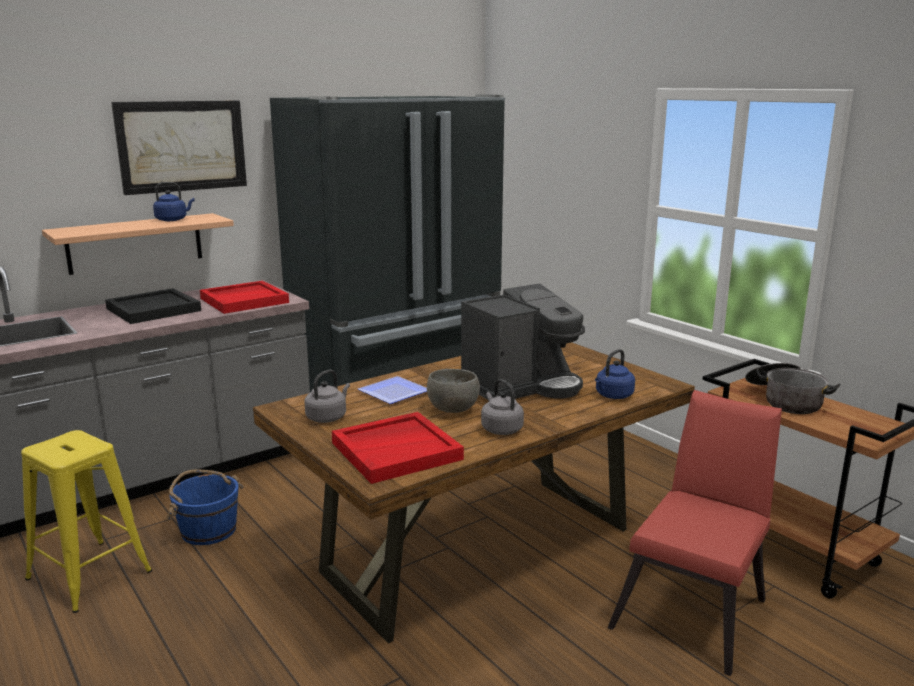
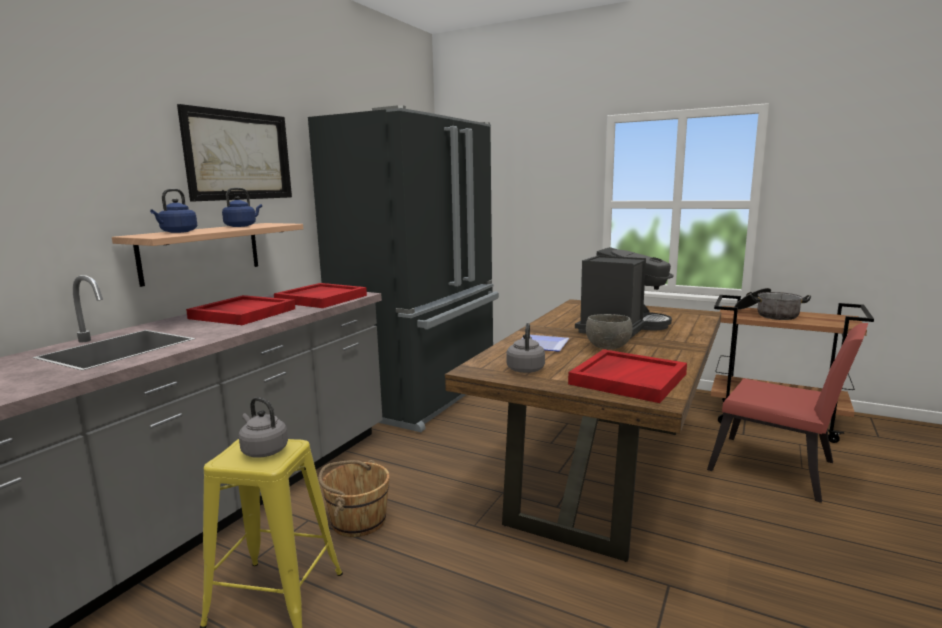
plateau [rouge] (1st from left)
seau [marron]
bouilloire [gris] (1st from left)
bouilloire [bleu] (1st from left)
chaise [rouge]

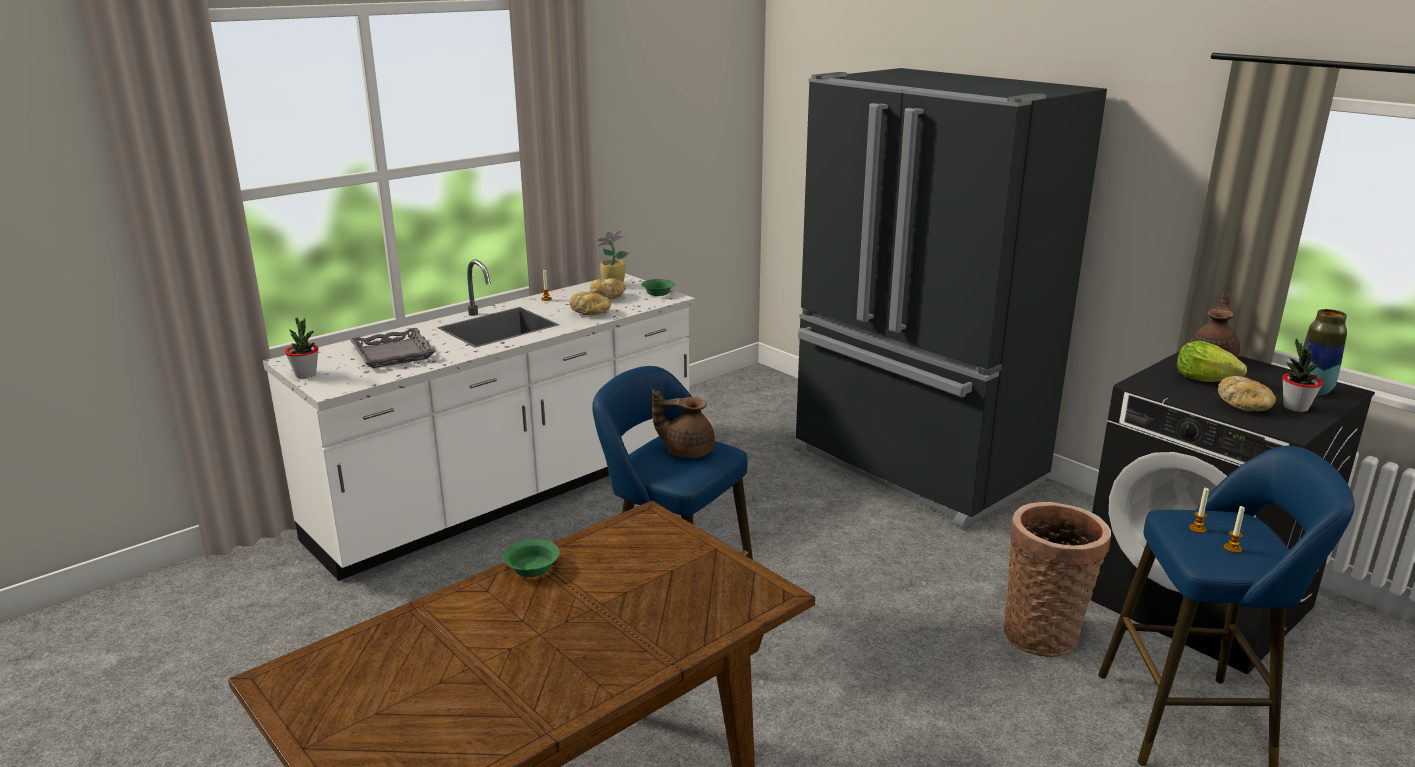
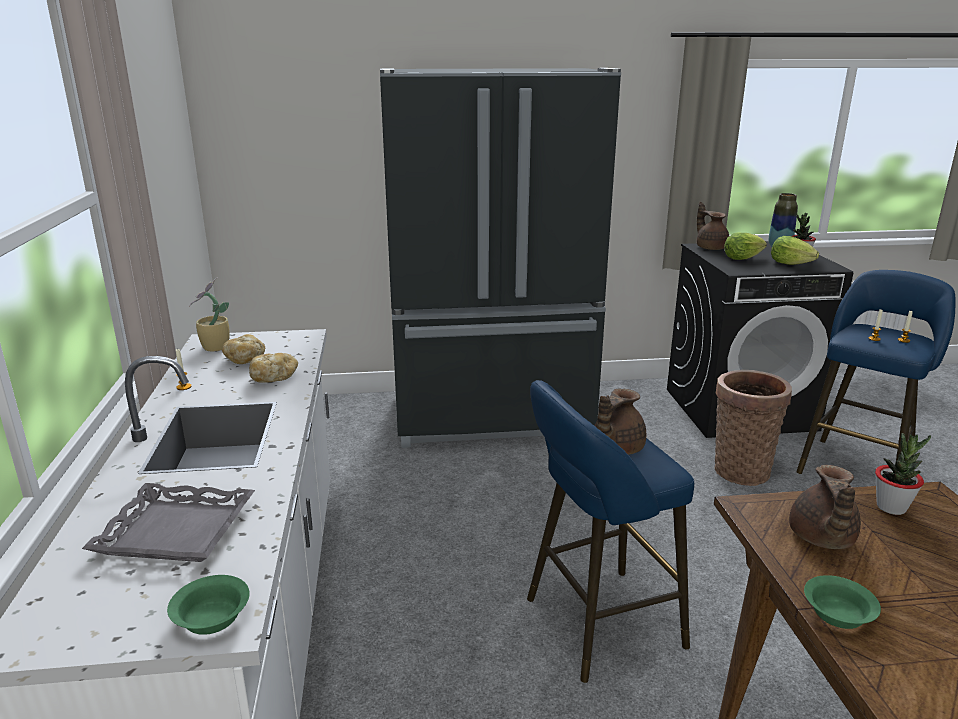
plante en pot (3rd from left)
bol [vert] (1st from left)
laitue (2nd from left)
théière [marron] (3rd from left)

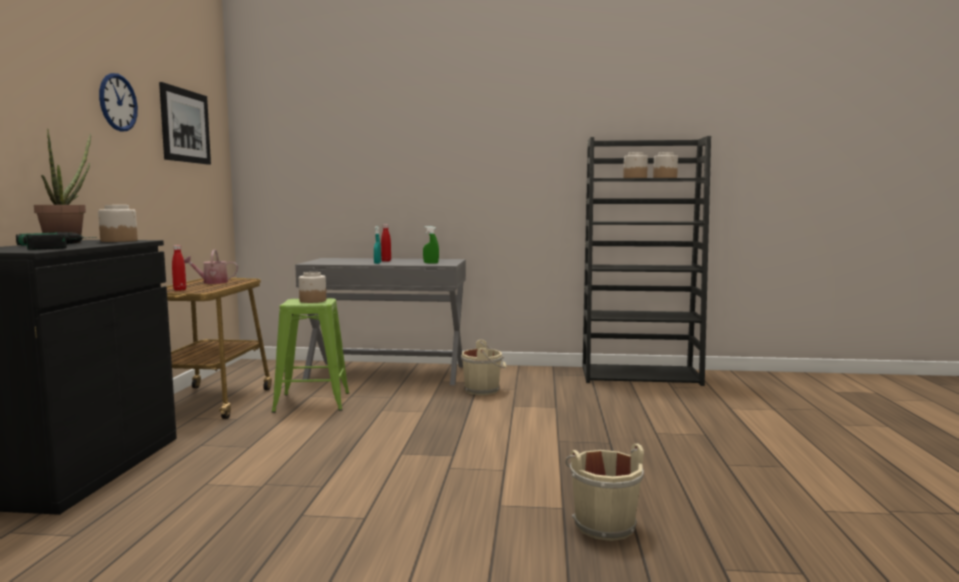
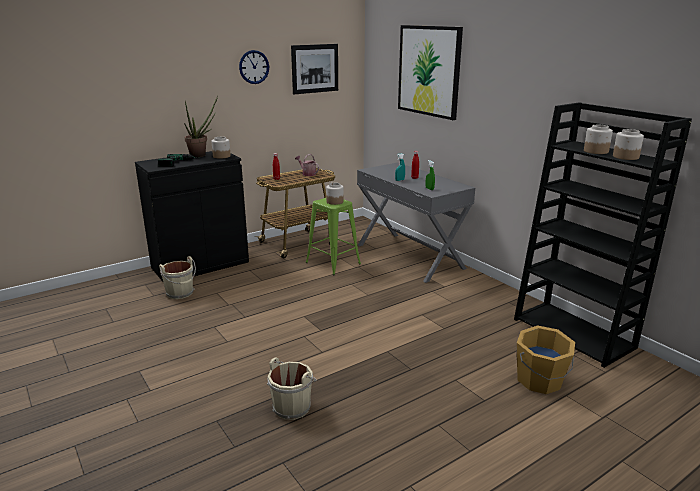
seau [beige] (1st from left)
tableau (2nd from left)
seau [orange]

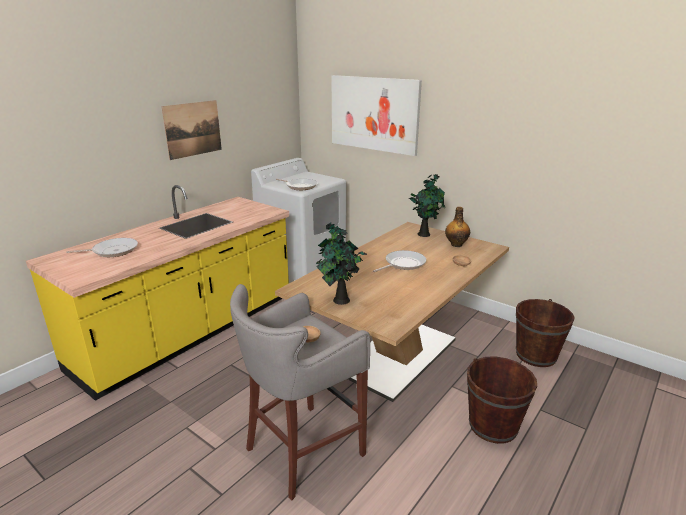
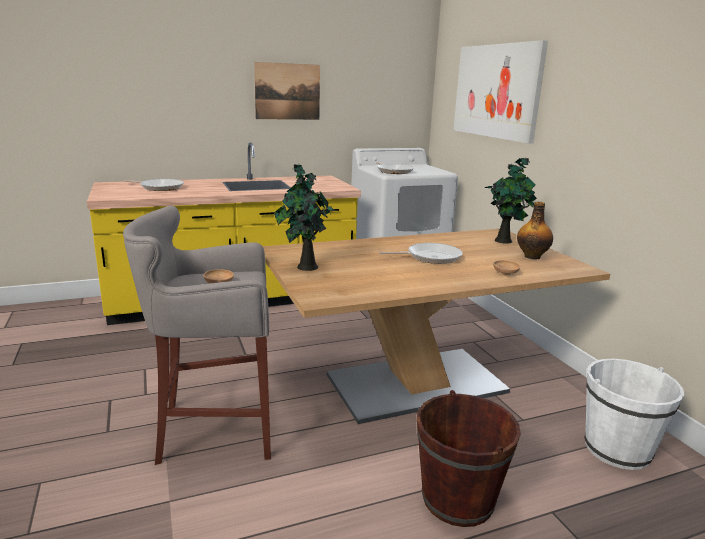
seau [blanc]

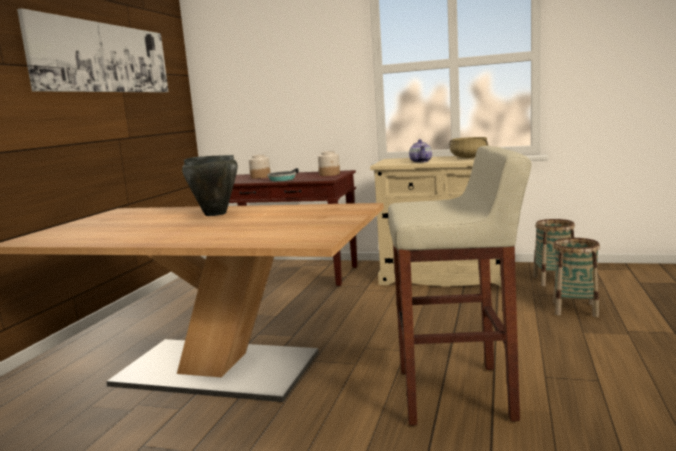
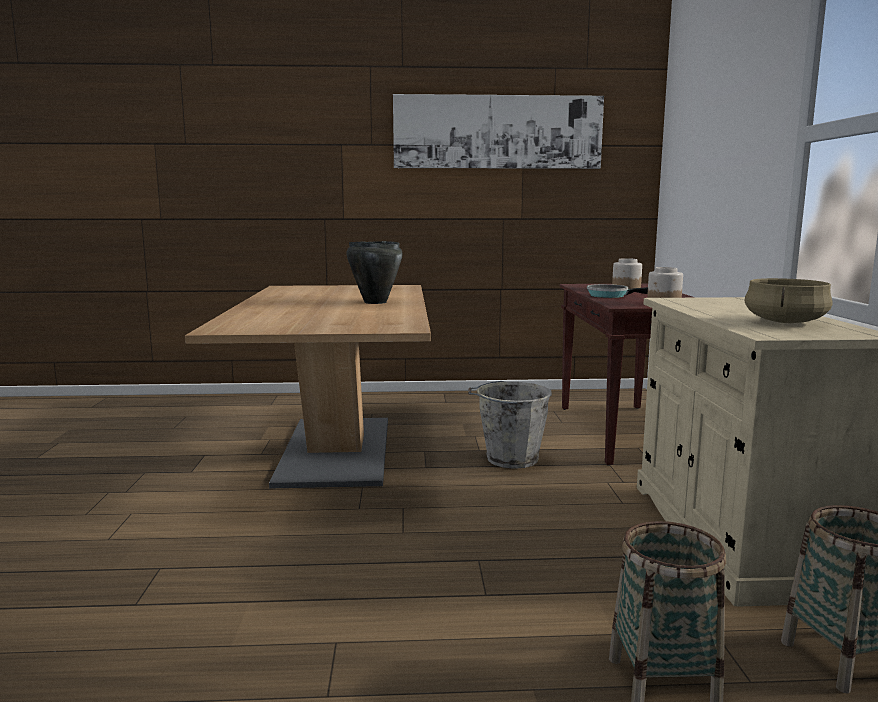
tabouret [beige]
théière
seau [gris]

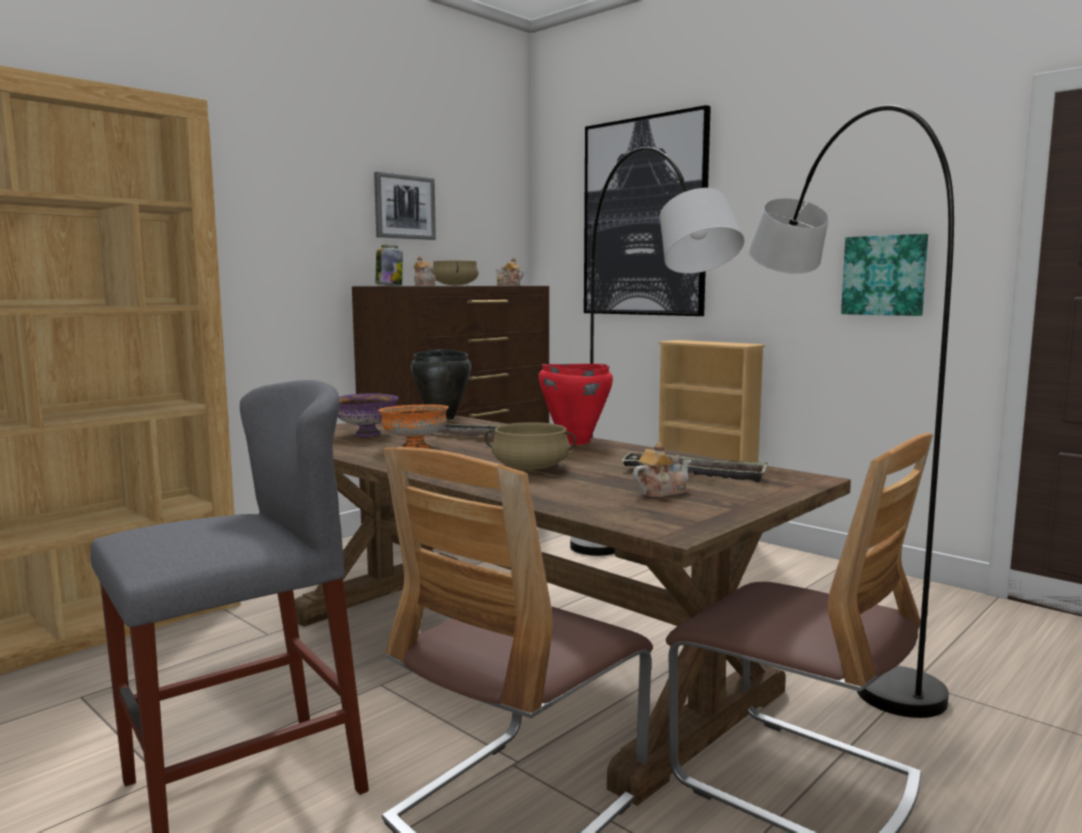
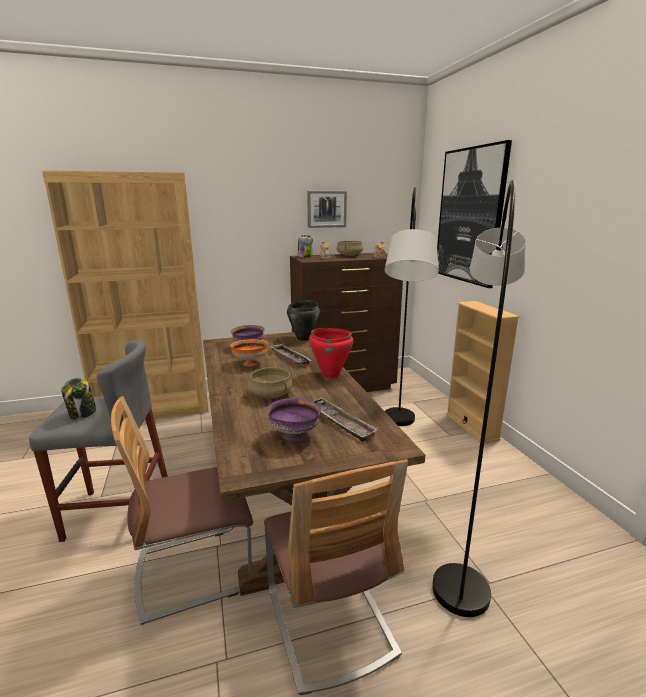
bol [violet] (2nd from left)
tableau (3rd from left in the first image)
bocal (1st from left)

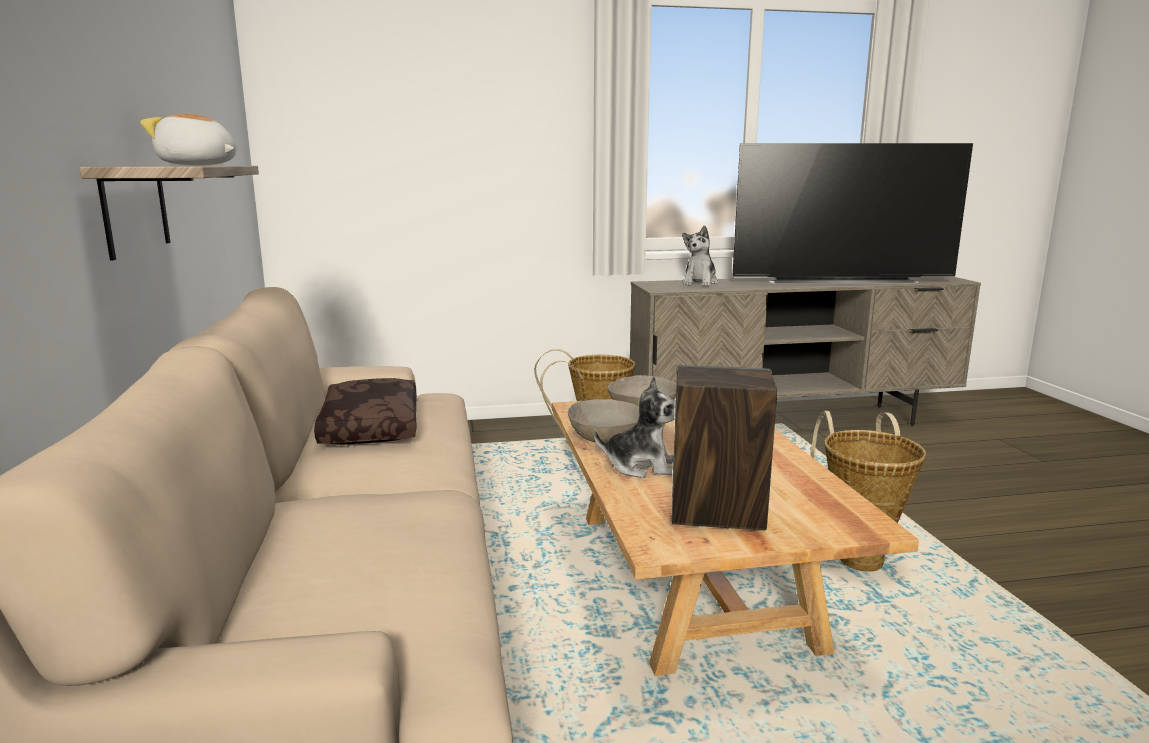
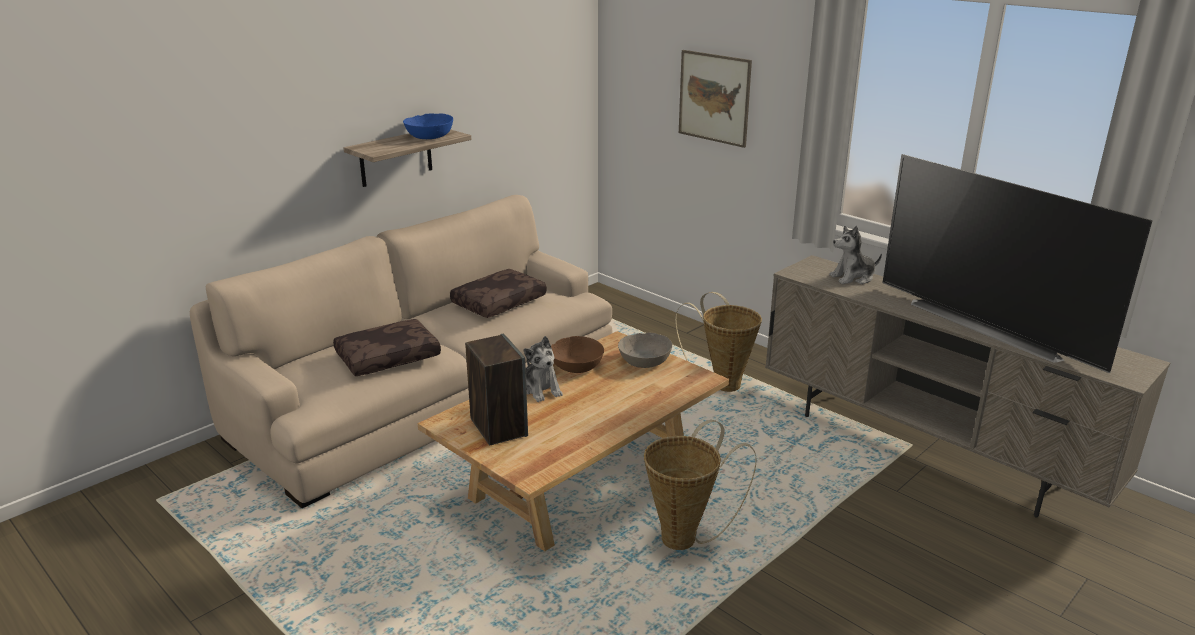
bol [bleu]
bol [marron]
coussin [marron] (1st from left)
tableau

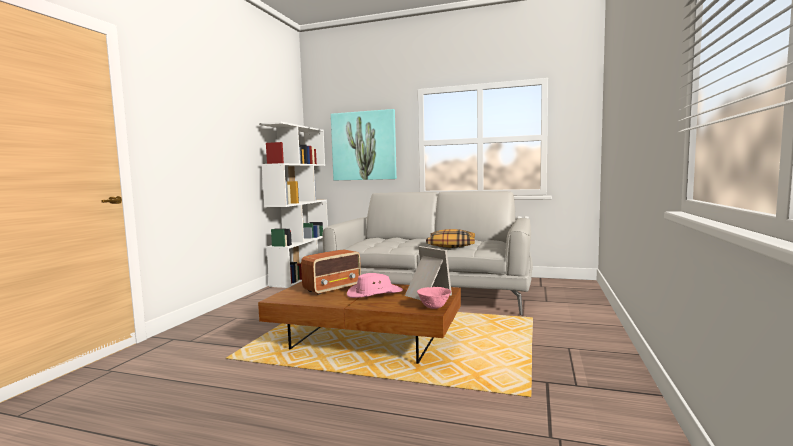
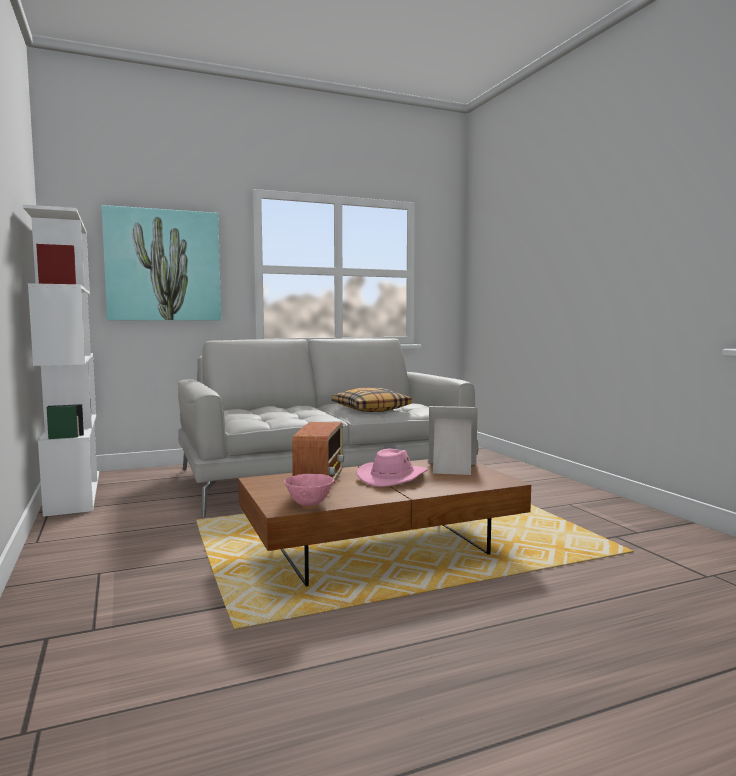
bol [rose]

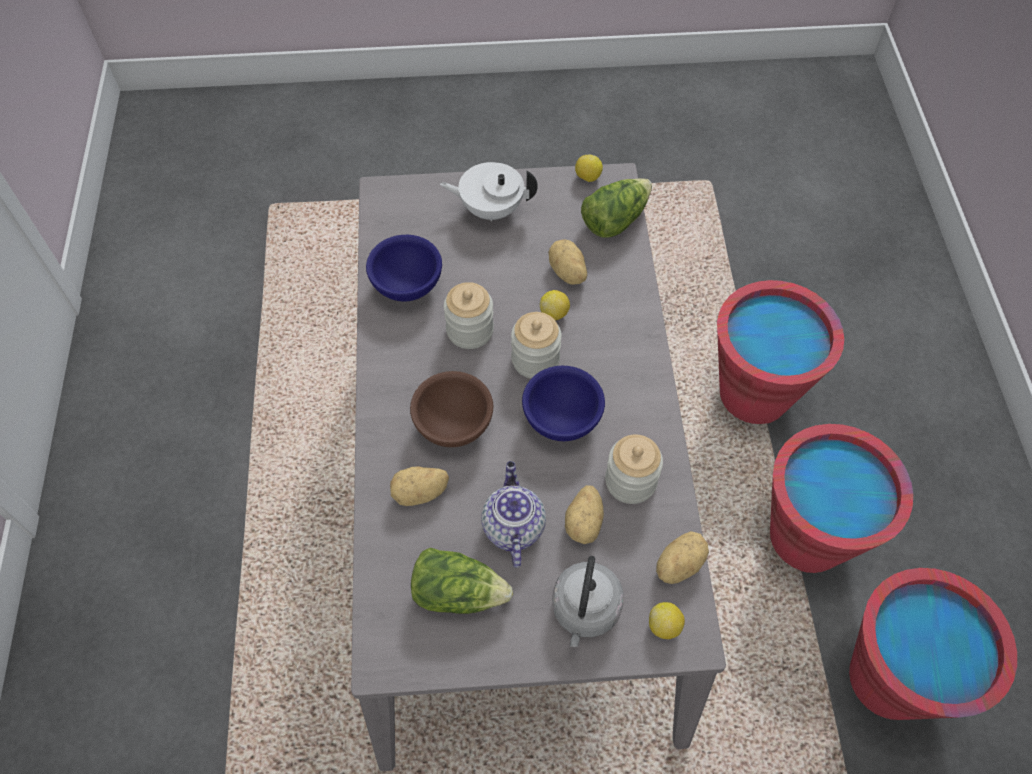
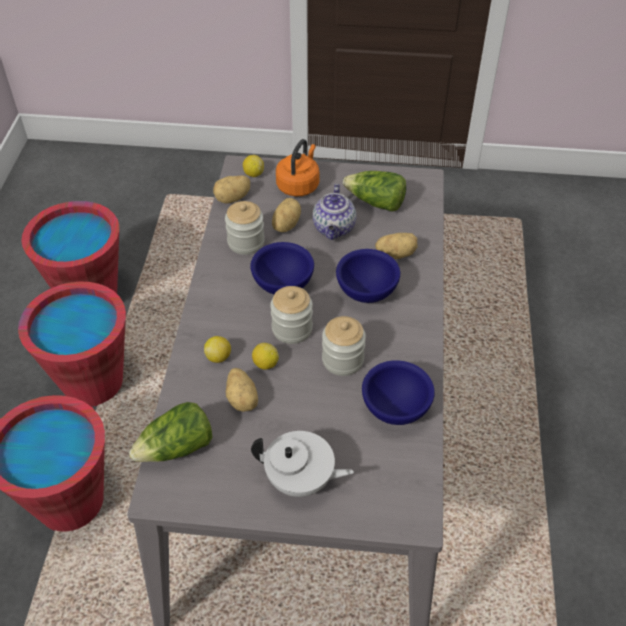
bol [bleu] (2nd from left)
bouilloire [orange]
citron (1st from left)

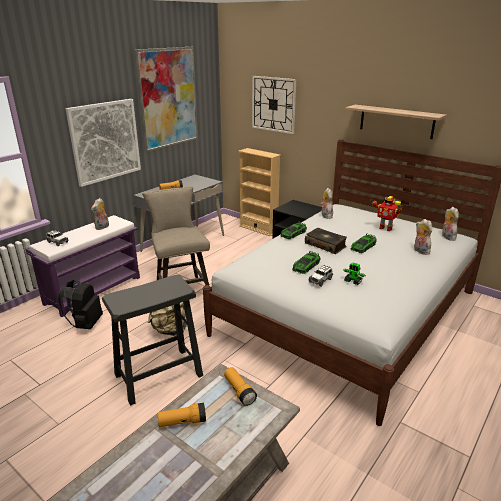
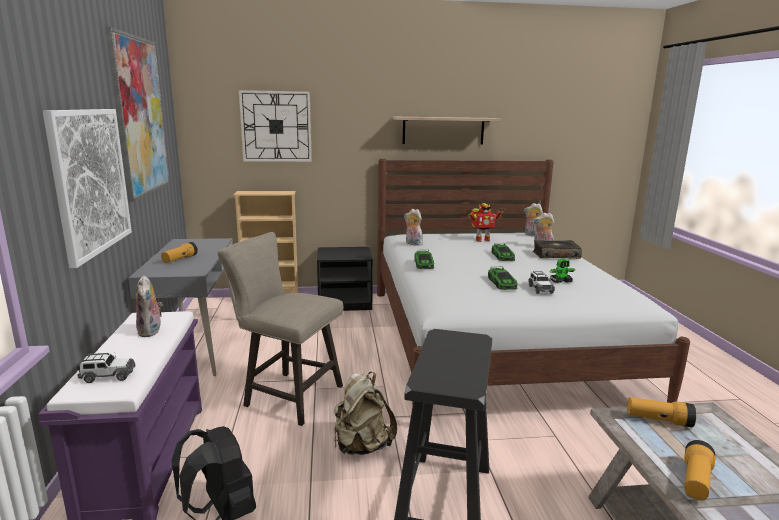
livre

